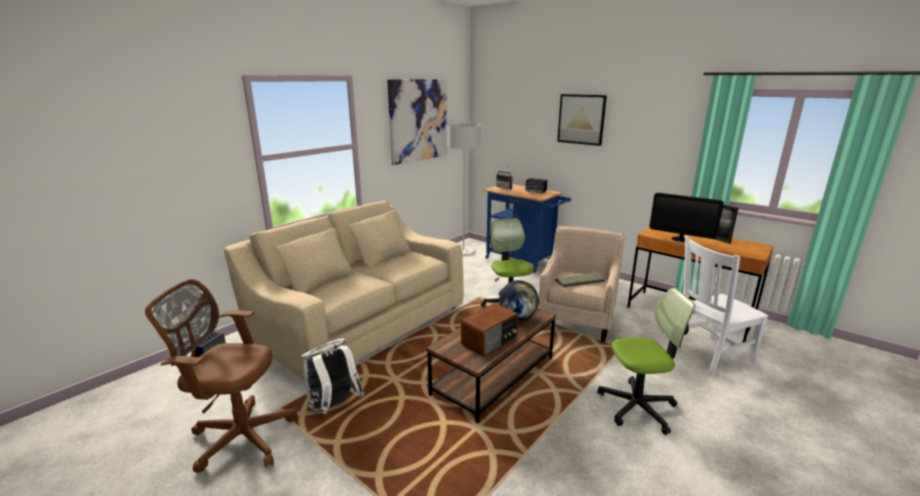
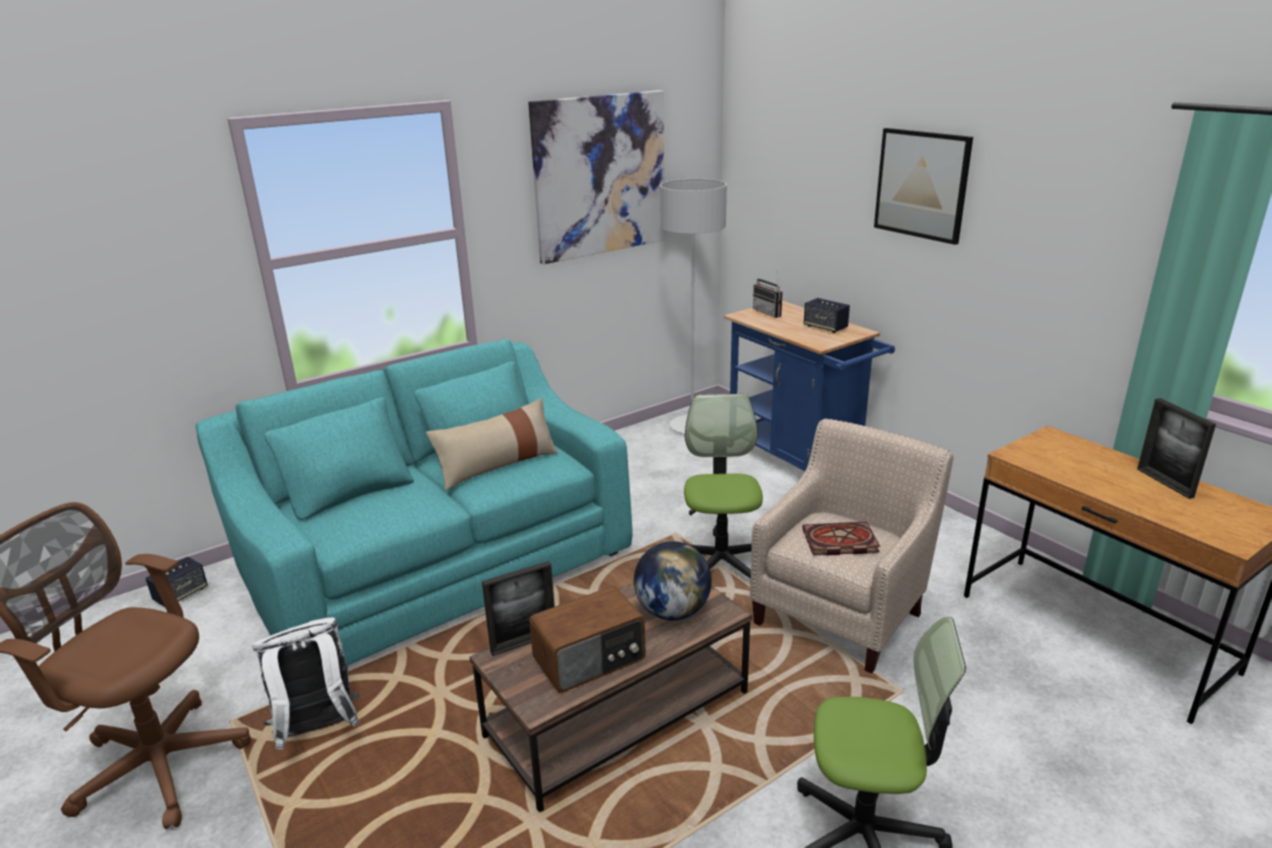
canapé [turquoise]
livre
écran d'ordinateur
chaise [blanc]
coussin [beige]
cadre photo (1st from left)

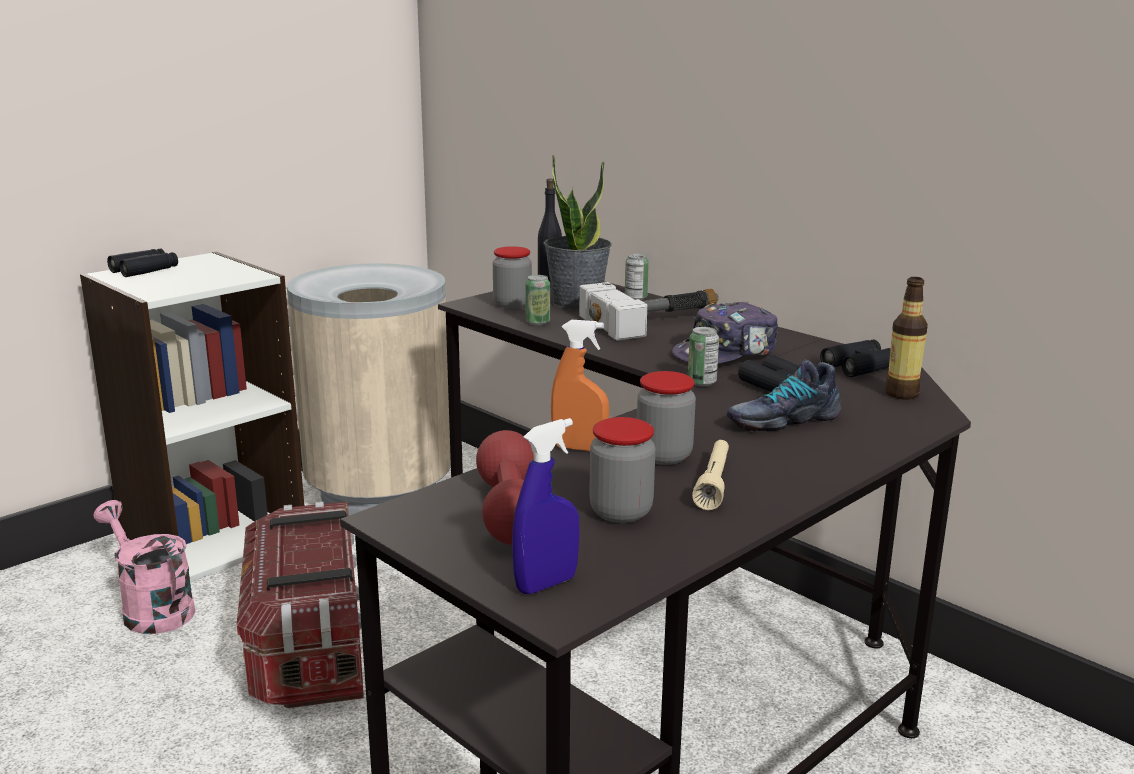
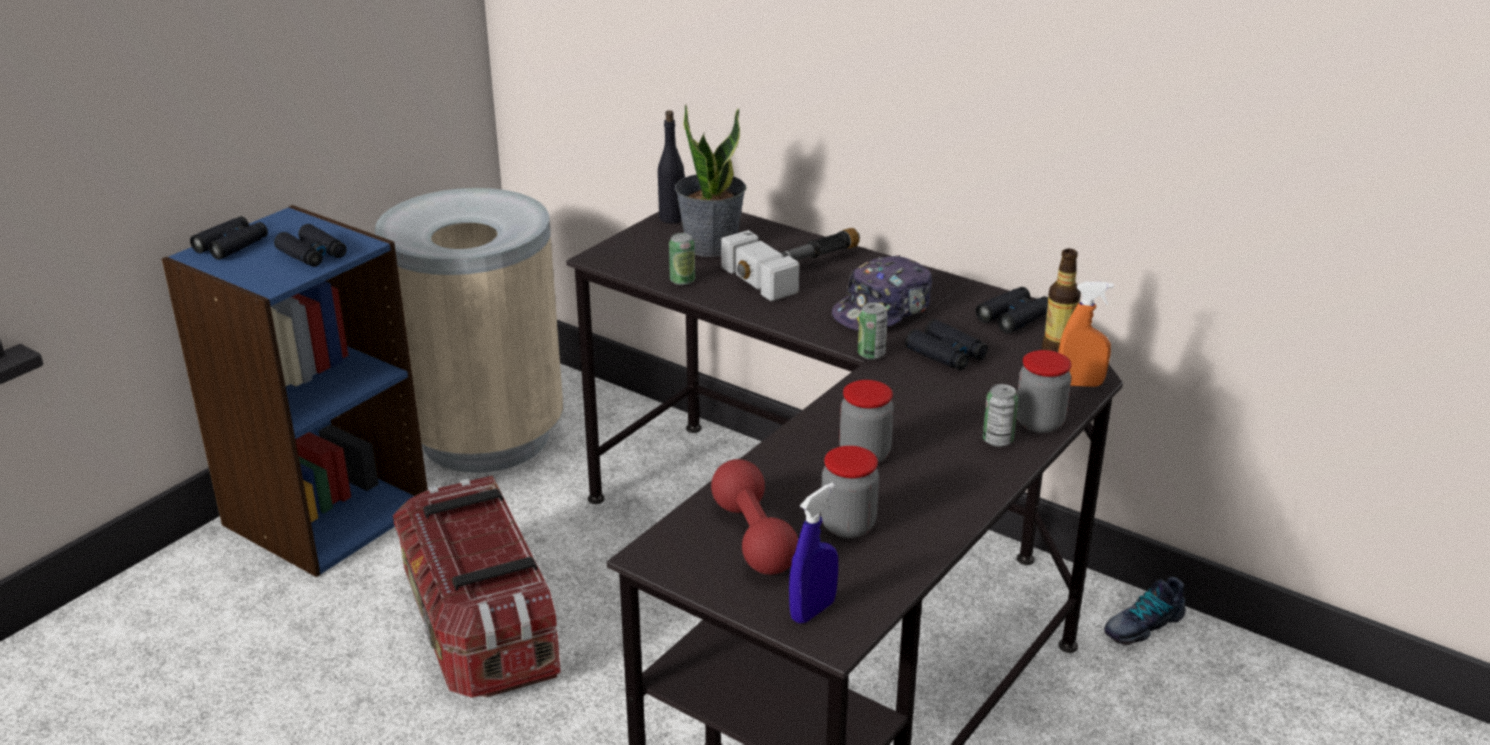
bibliothèque [bleu]
arrosoir [rose]
bocal (3rd from left)
vaporisateur [orange]
boîte métallique (3rd from left)
lampe de poche [beige]
chaussure
jumelles [noir] (2nd from left)

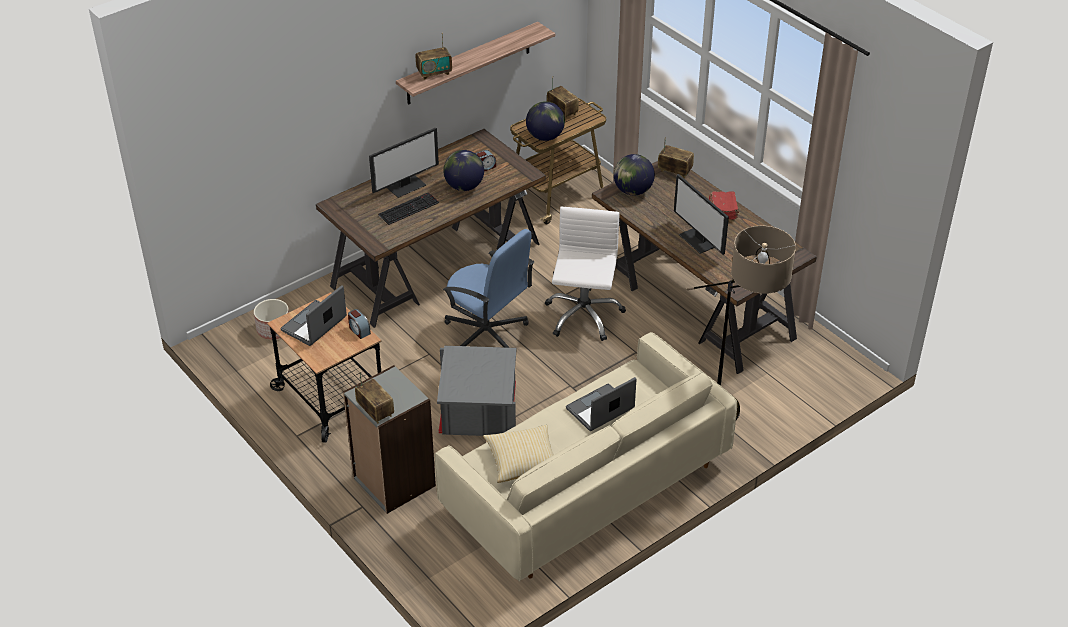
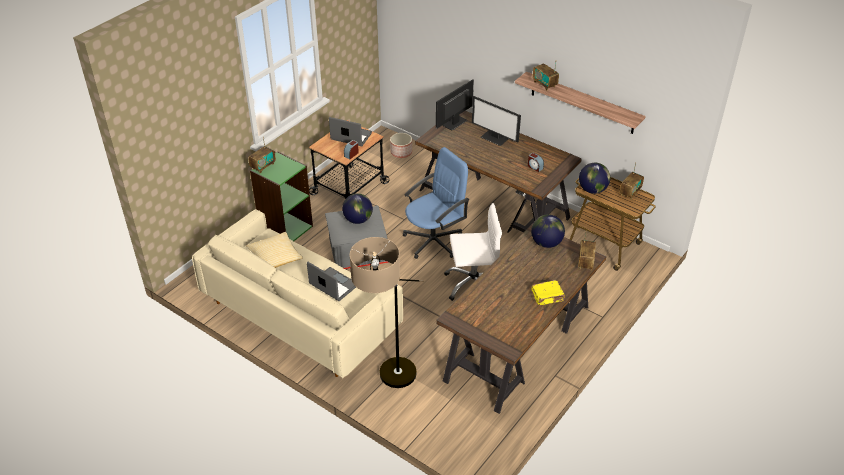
bibliothèque [vert]
clavier
globe (1st from left)
chaise de bureau [bleu]
écran d'ordinateur (1st from left)
livre [jaune]

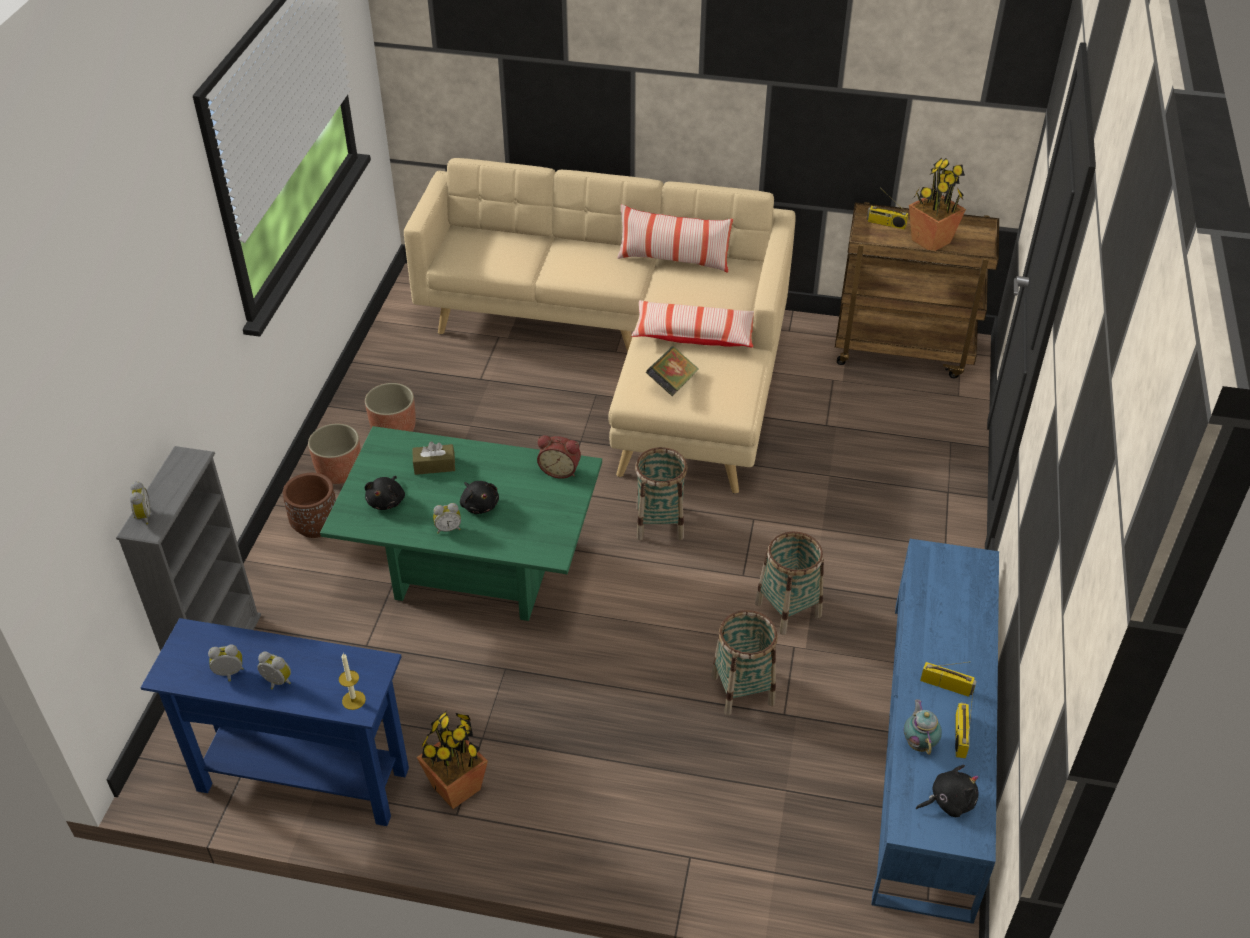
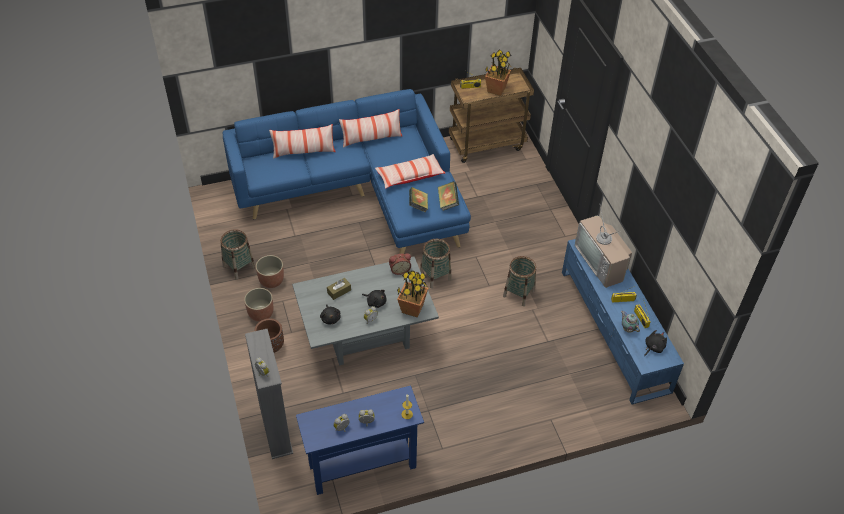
table basse [gris]
canapé [bleu]
plante en pot (1st from left)
panier (1st from left)
coussin (1st from left)
livre (2nd from left)
téléviseur

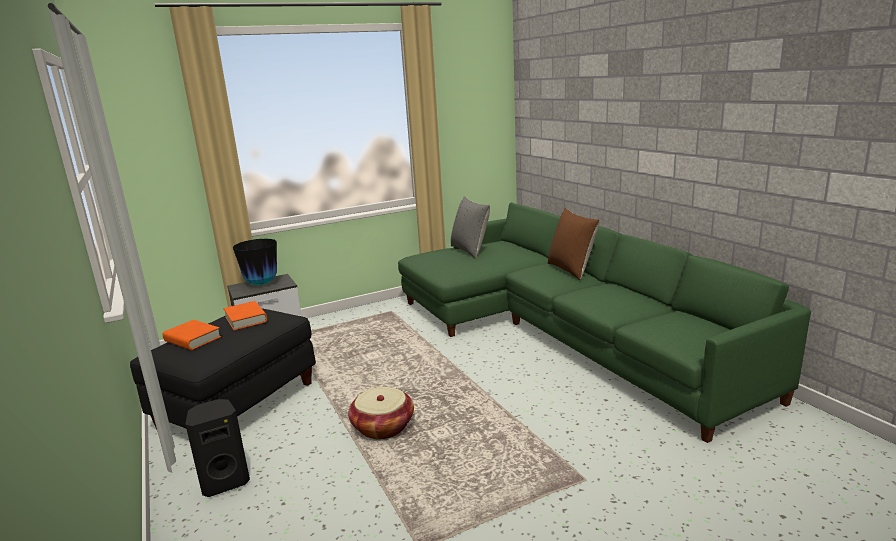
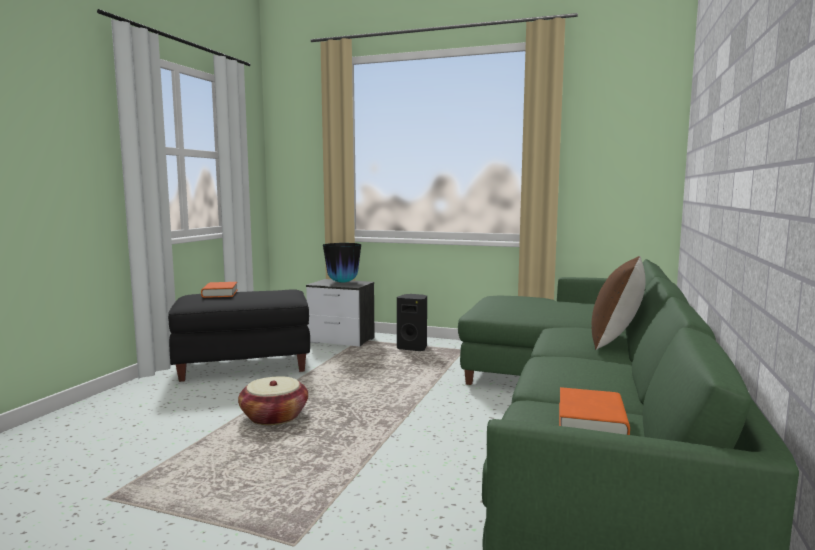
enceinte [noir]
livre [orange] (2nd from left)
coussin [gris]

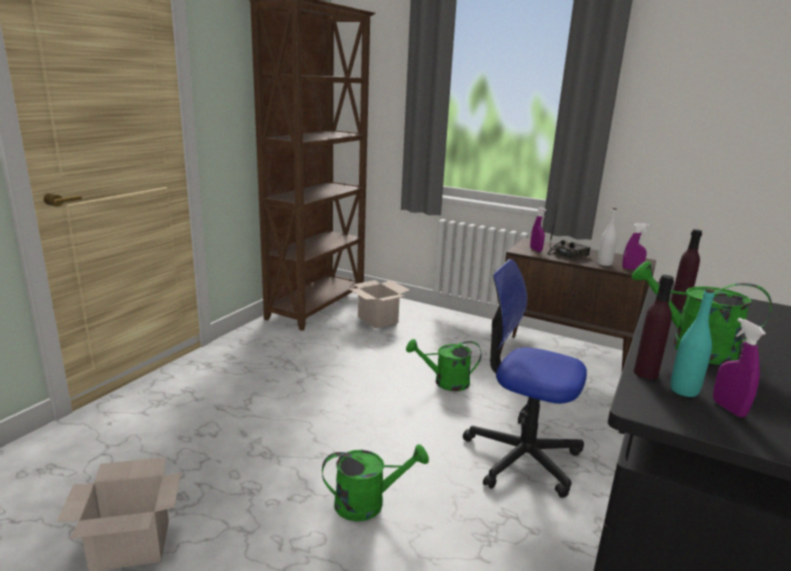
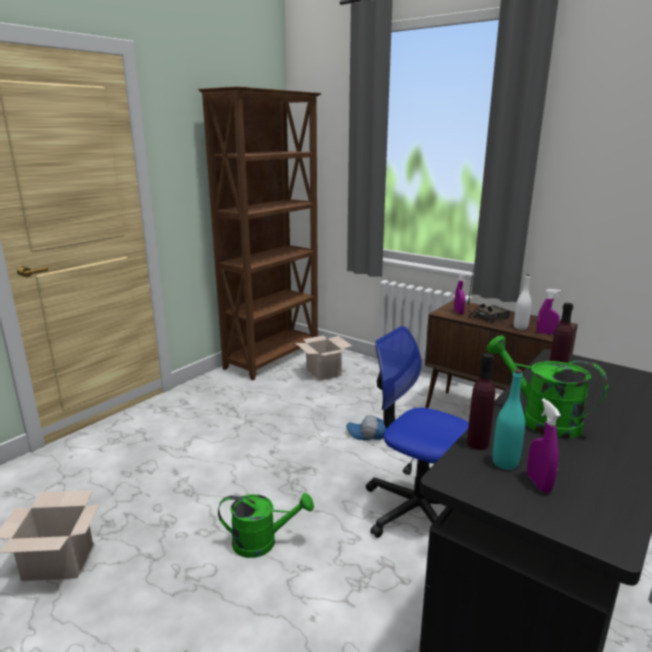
casquette

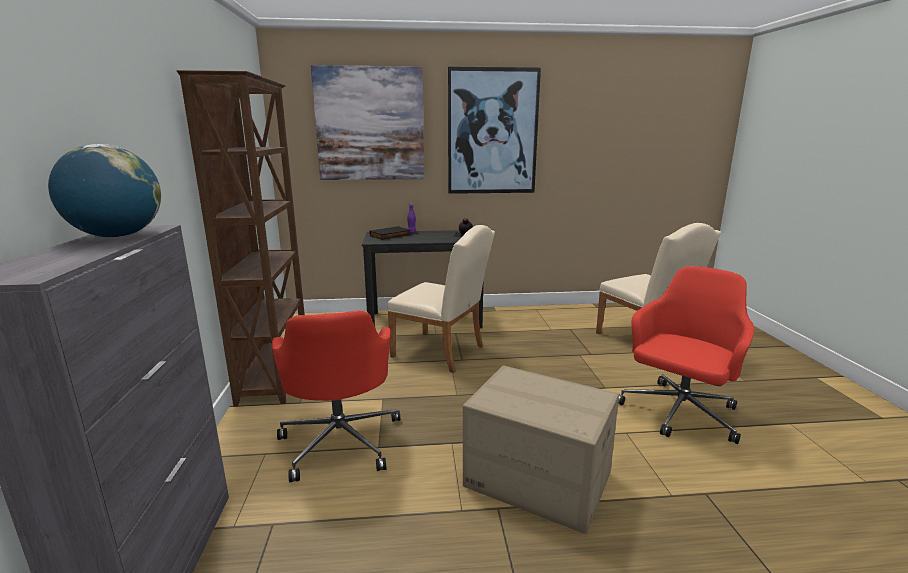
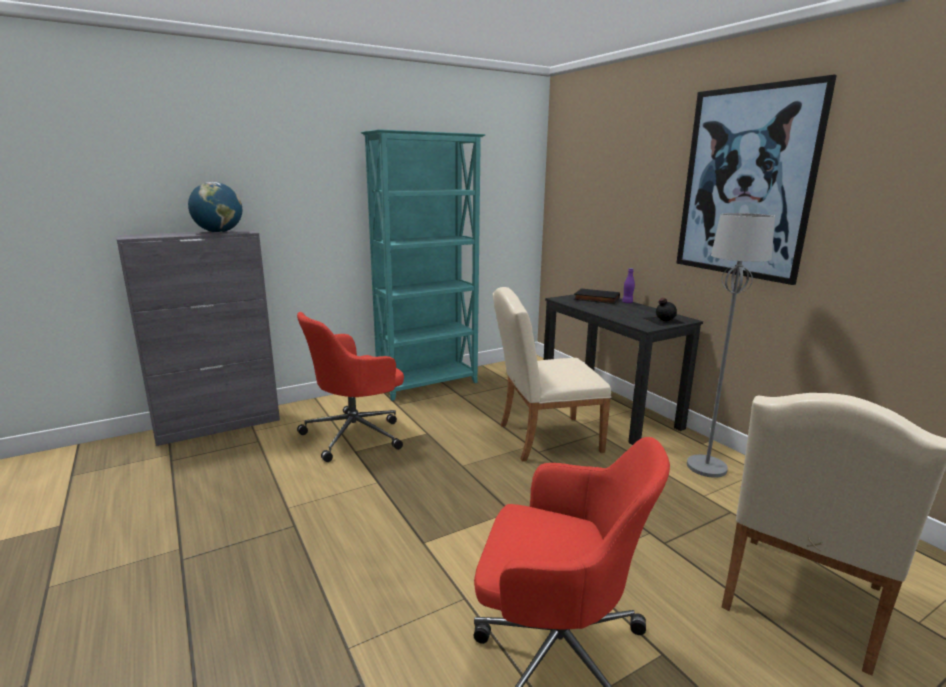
bibliothèque [turquoise]
tableau (1st from left in the first image)
chaise [beige] (1st from left)
carton
lampadaire [gris]

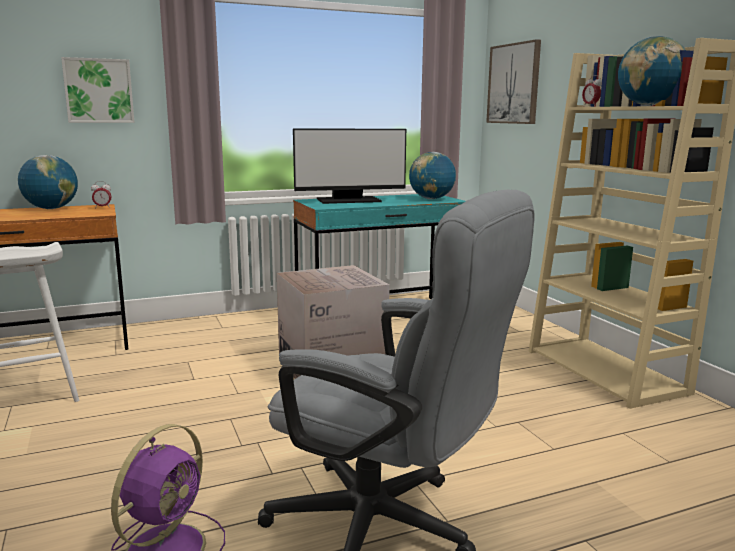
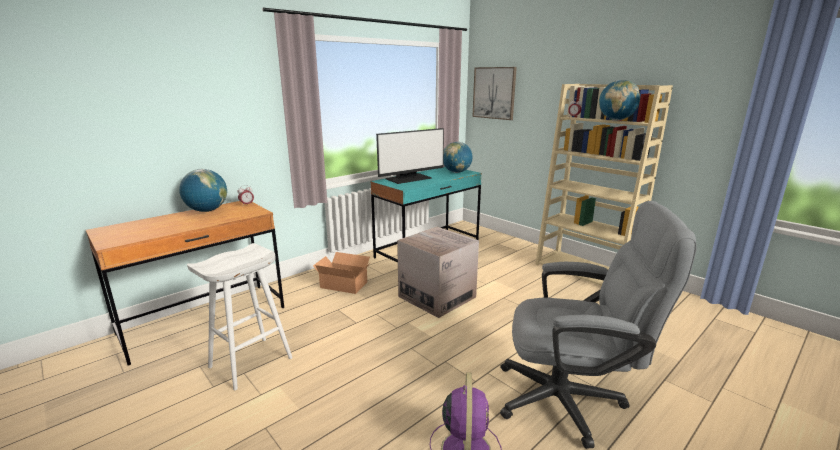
tableau (1st from left in the first image)
carton (1st from left)

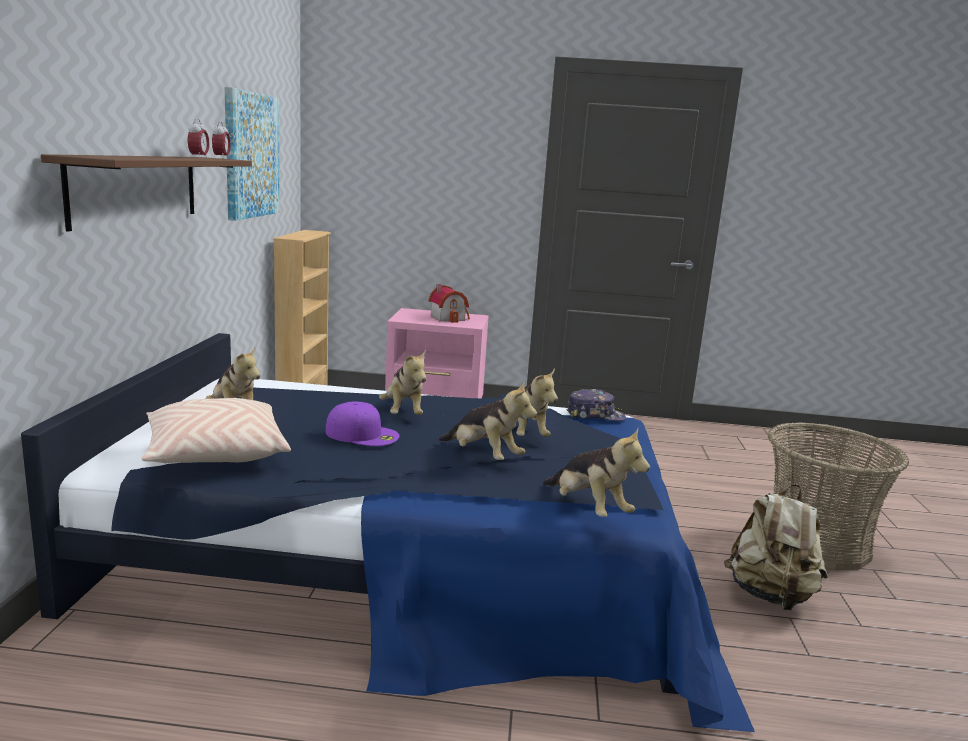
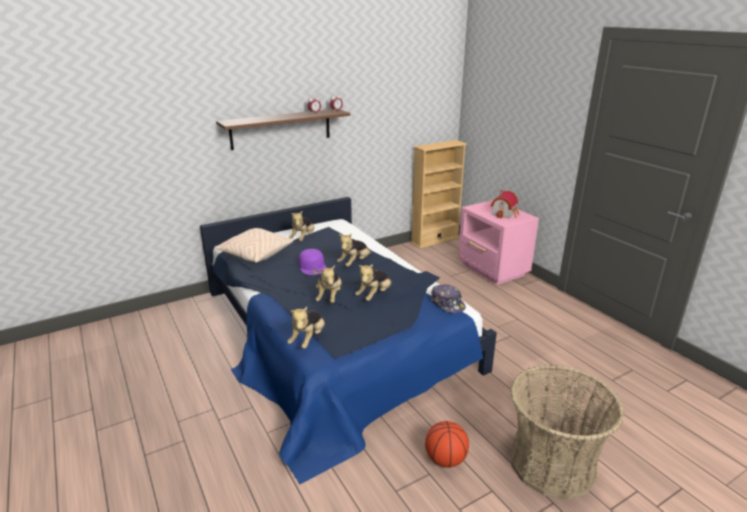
tableau
ballon de basket

